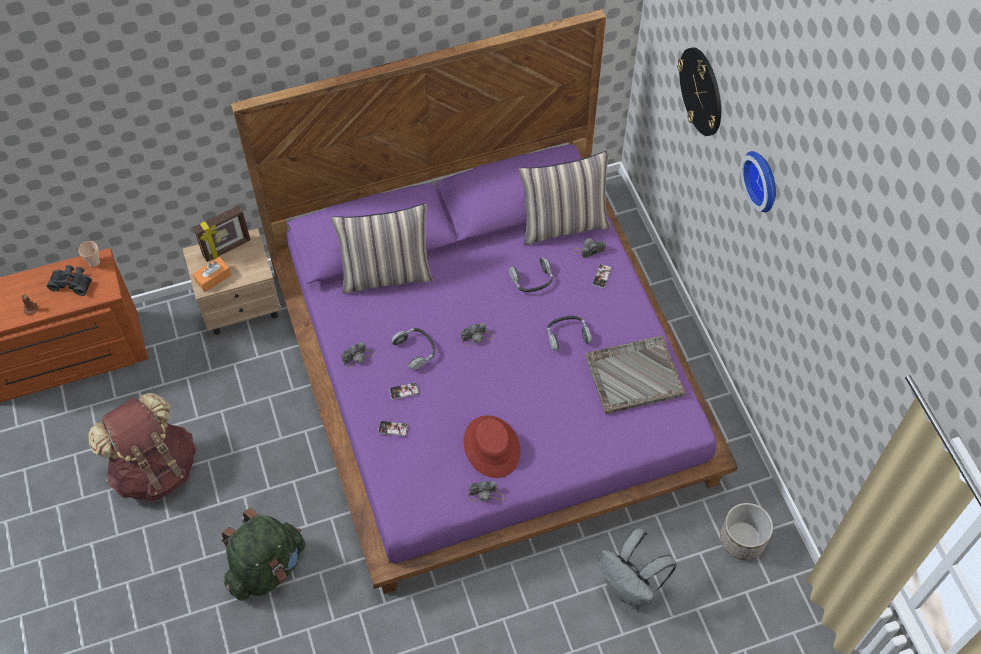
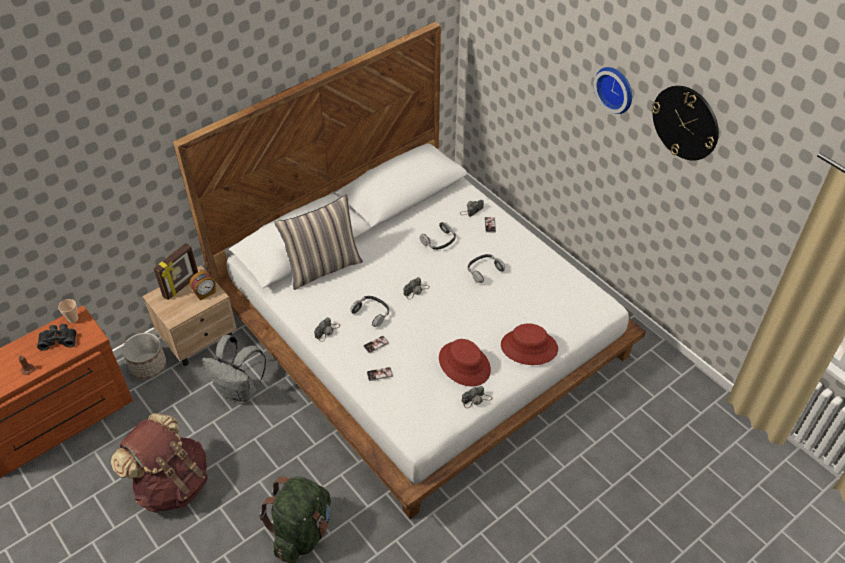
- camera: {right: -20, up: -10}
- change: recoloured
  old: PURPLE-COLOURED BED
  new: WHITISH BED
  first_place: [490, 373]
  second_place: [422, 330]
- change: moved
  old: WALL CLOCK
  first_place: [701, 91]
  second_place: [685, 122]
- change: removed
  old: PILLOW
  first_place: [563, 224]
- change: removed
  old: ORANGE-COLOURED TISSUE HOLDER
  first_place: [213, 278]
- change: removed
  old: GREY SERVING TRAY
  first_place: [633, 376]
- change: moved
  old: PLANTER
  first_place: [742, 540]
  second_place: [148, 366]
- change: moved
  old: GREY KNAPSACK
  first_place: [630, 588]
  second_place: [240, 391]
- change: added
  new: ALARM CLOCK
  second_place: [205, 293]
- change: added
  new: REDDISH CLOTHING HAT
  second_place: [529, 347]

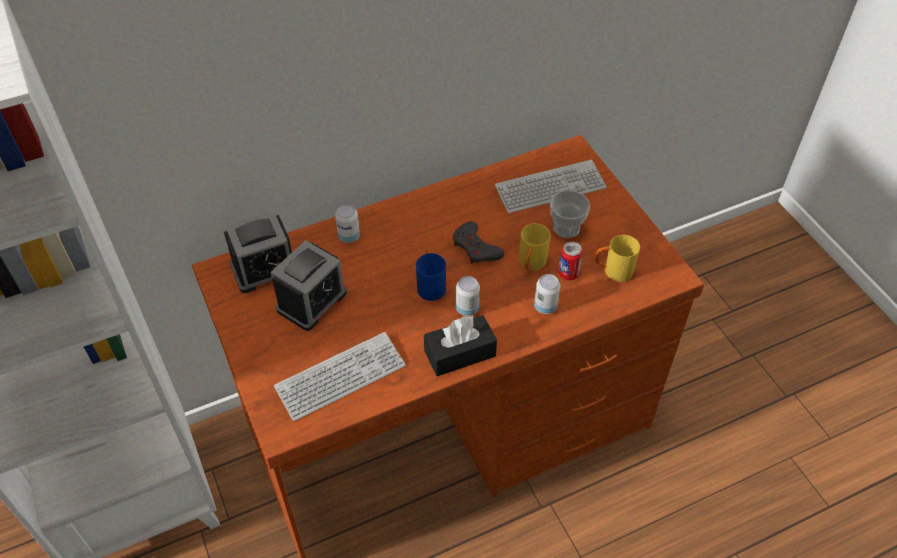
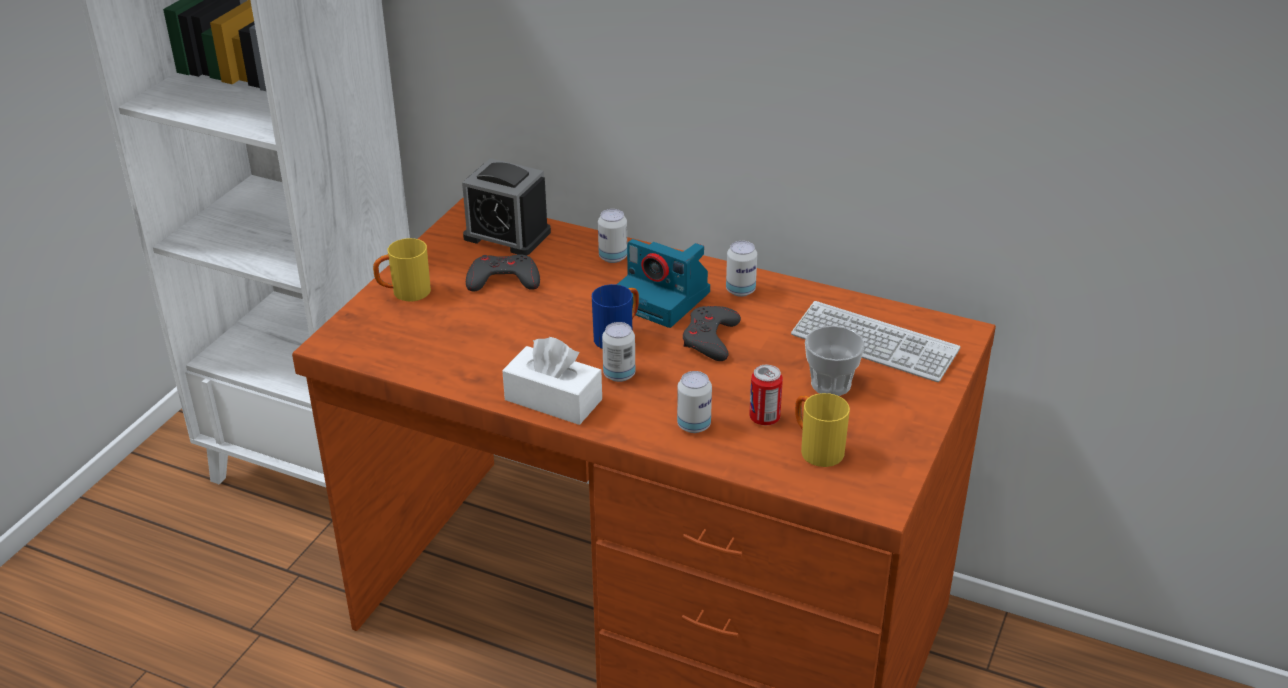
- camera: {right: 50, up: -15}
- change: moved
  old: YELLOWISH MUG
  first_place: [531, 264]
  second_place: [404, 293]
- change: replaced
  old: ALARM CLOCK
  new: GREY GAMEPAD
  first_place: [312, 301]
  second_place: [503, 280]
- change: recoloured
  old: BLACK-COLOURED TISSUE HOLDER
  new: WHITISH TISSUE HOLDER
  first_place: [460, 353]
  second_place: [553, 400]
- change: removed
  old: KEYBOARD
  first_place: [340, 377]
- change: added
  new: PHOTO CAMERA
  second_place: [664, 299]
- change: added
  new: CAN
  second_place: [740, 290]

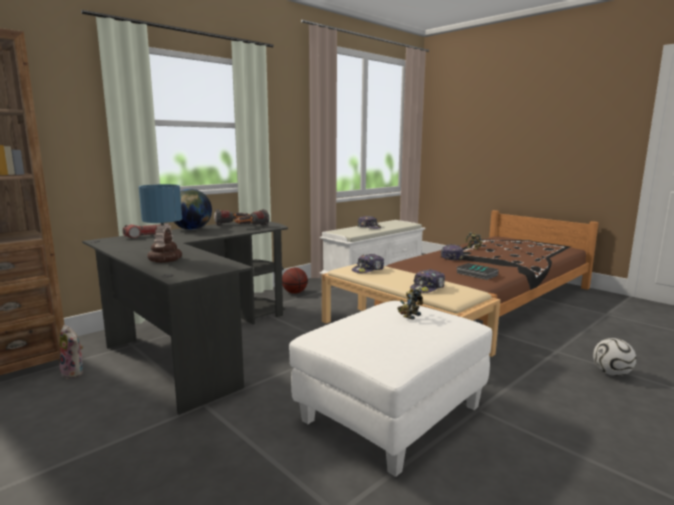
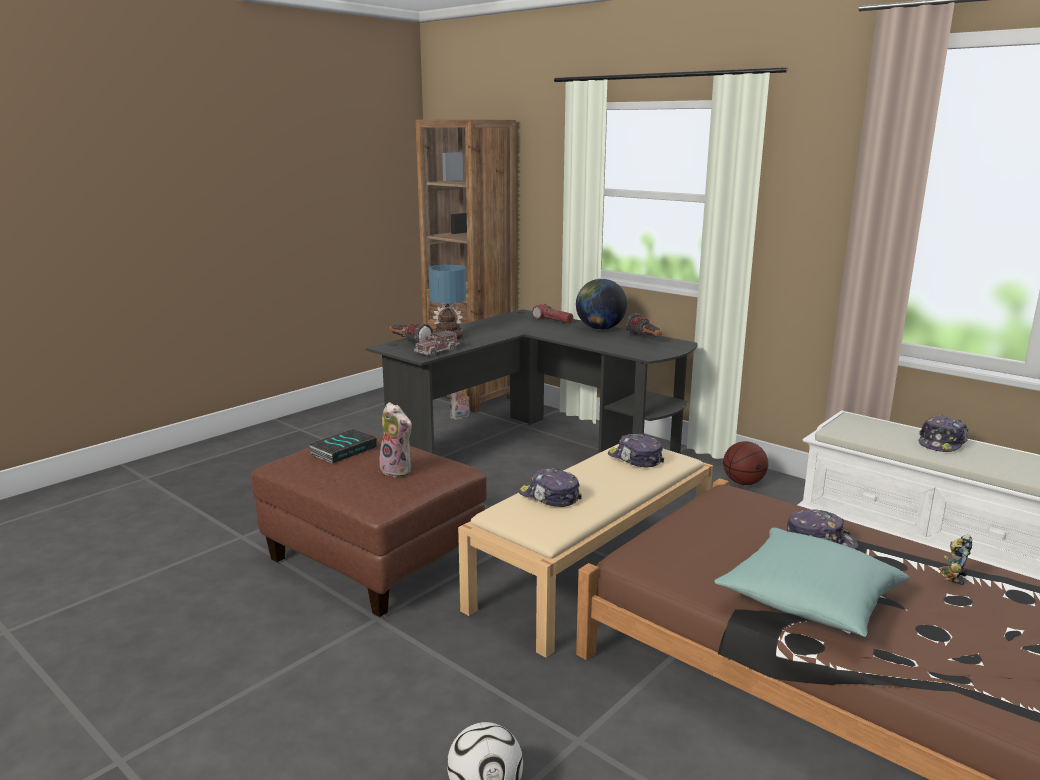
- camera: {right: 85, up: 5}
- change: moved
  old: TORCH
  first_place: [251, 227]
  second_place: [409, 343]
- change: moved
  old: BOUND BOOK
  first_place: [476, 274]
  second_place: [343, 450]
- change: replaced
  old: TOY ROBOT
  new: CUDDLY TOY
  first_place: [410, 315]
  second_place: [398, 470]
- change: recoloured
  old: WHITISH FOOTREST
  new: BROWN FOOTREST
  first_place: [392, 415]
  second_place: [372, 560]
- change: added
  new: TOY TRUCK
  second_place: [437, 351]
- change: added
  new: TURQUOISE-COLOURED PILLOW
  second_place: [809, 601]

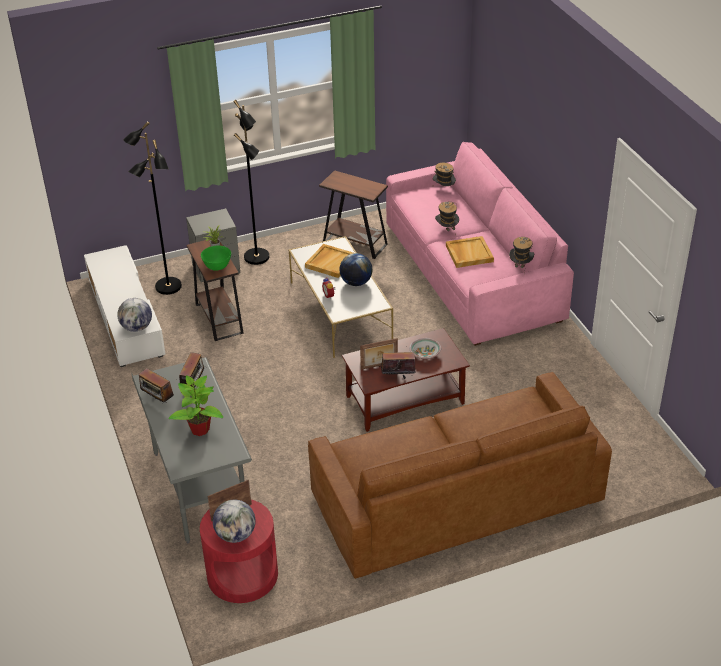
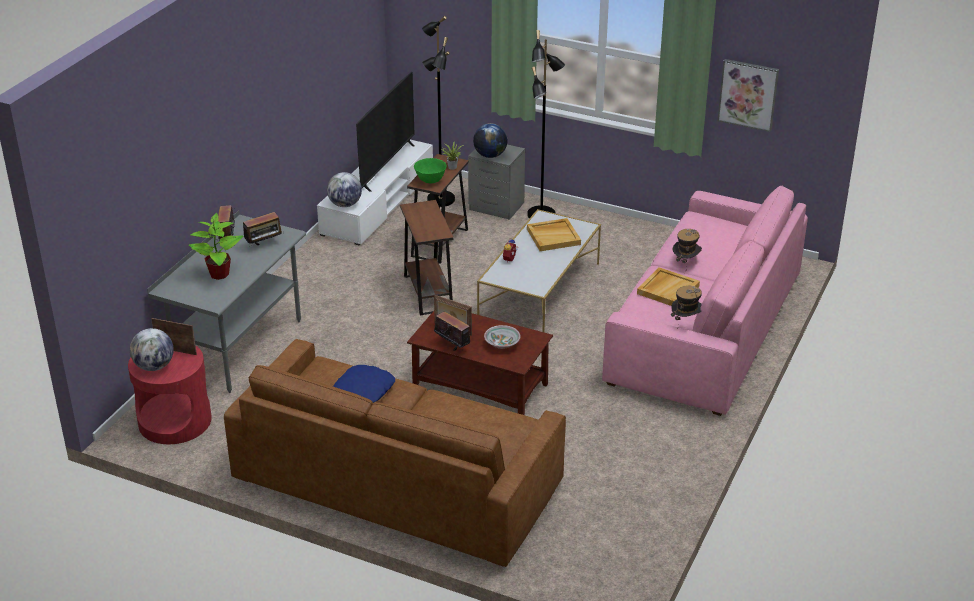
- camera: {right: 45, up: -5}
- change: removed
  old: CLOTHING HAT
  first_place: [443, 190]
- change: moved
  old: BROWN ACCENT TABLE
  first_place: [355, 244]
  second_place: [428, 293]
- change: moved
  old: GLOBE
  first_place: [356, 282]
  second_place: [490, 155]
- change: added
  new: WALL PICTURE
  second_place: [748, 94]
- change: added
  new: TV SET
  second_place: [387, 166]
- change: added
  new: BLUE PILLOW
  second_place: [363, 390]

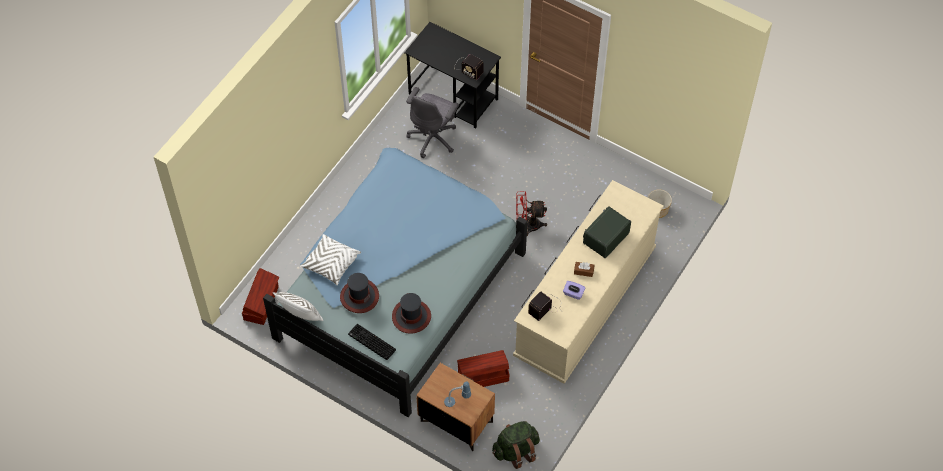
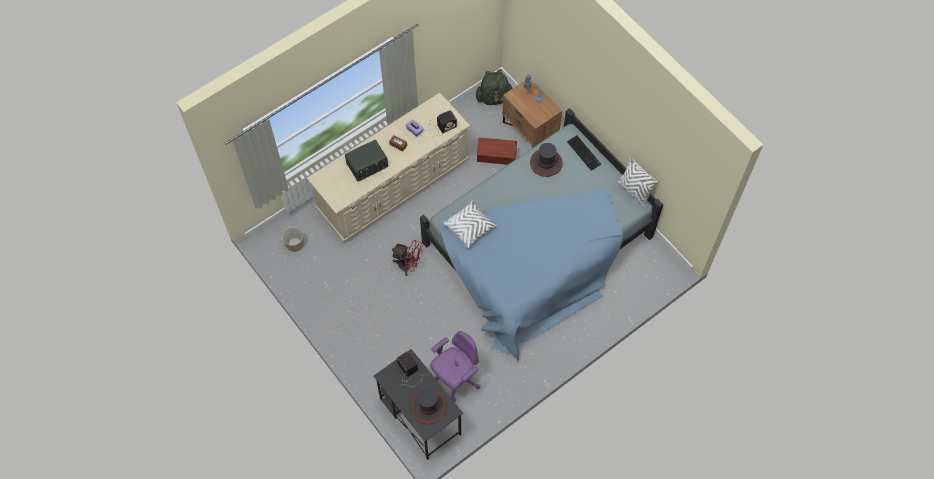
- camera: {right: -160, up: 5}
- change: recoloured
  old: GREY COMPUTER CHAIR
  new: PURPLE-COLOURED COMPUTER CHAIR
  first_place: [433, 138]
  second_place: [456, 378]
- change: moved
  old: WHITISH PILLOW
  first_place: [331, 264]
  second_place: [469, 227]
- change: removed
  old: BROWN STORAGE BOX
  first_place: [262, 303]
- change: moved
  old: CLOTHING HAT
  first_place: [359, 296]
  second_place: [428, 407]

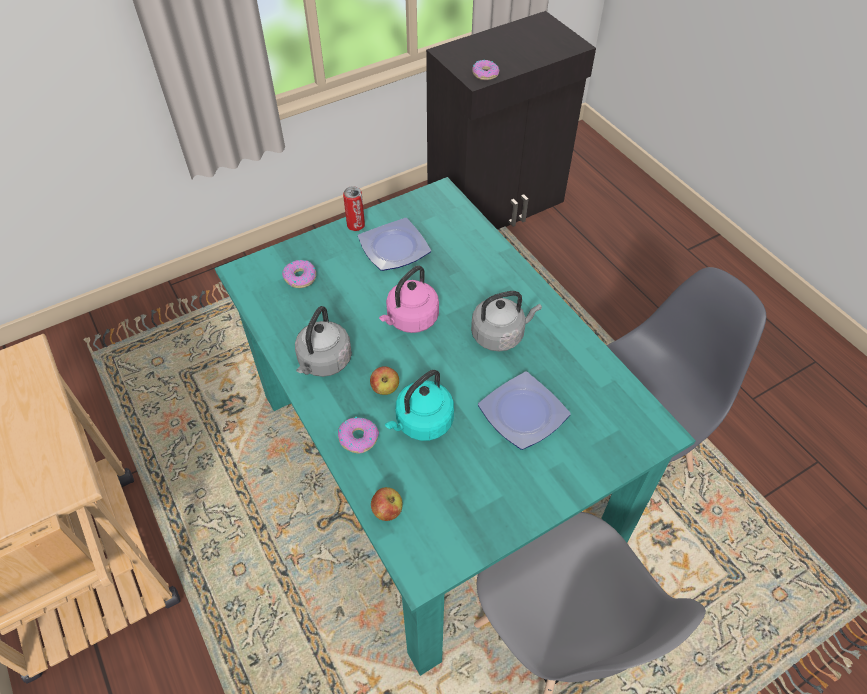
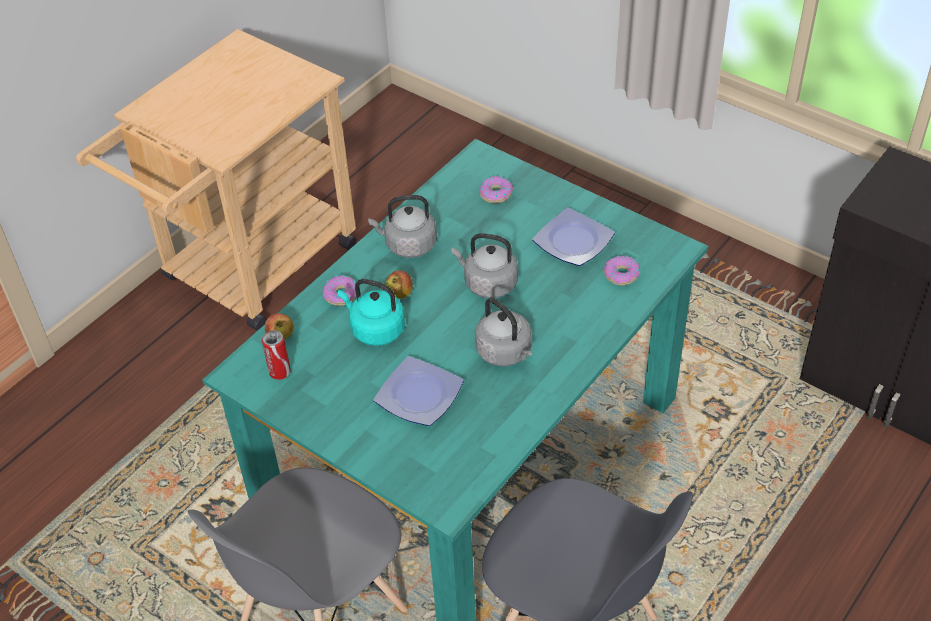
- camera: {right: 70, up: -5}
- change: moved
  old: DONUT
  first_place: [485, 74]
  second_place: [621, 274]
- change: moved
  old: CAN
  first_place: [356, 225]
  second_place: [280, 372]
- change: recoloured
  old: PINK-COLOURED TEA KETTLE
  new: GREY TEA KETTLE
  first_place: [410, 320]
  second_place: [488, 283]

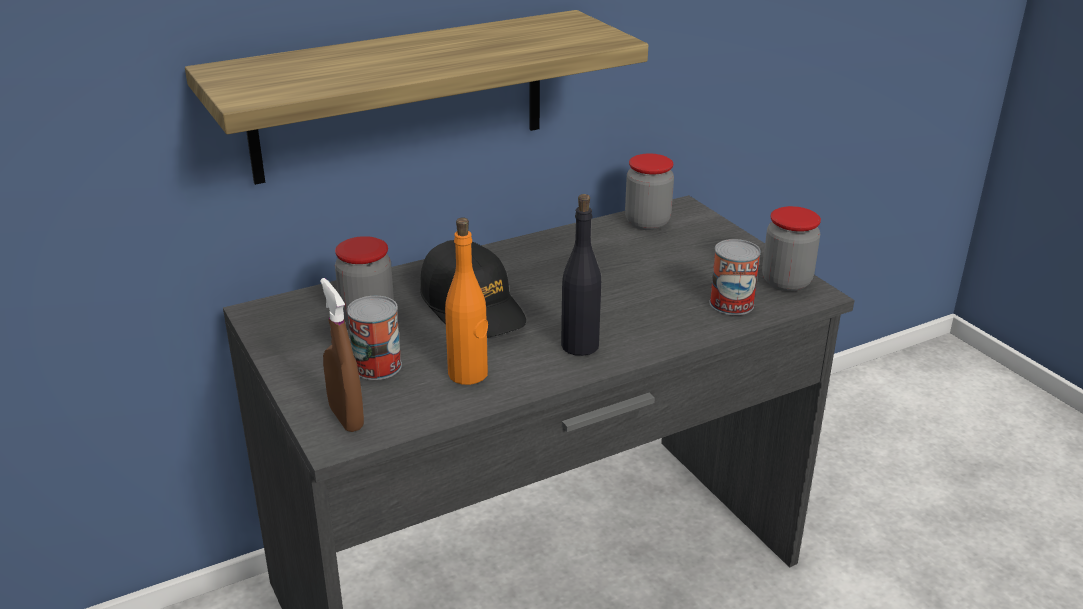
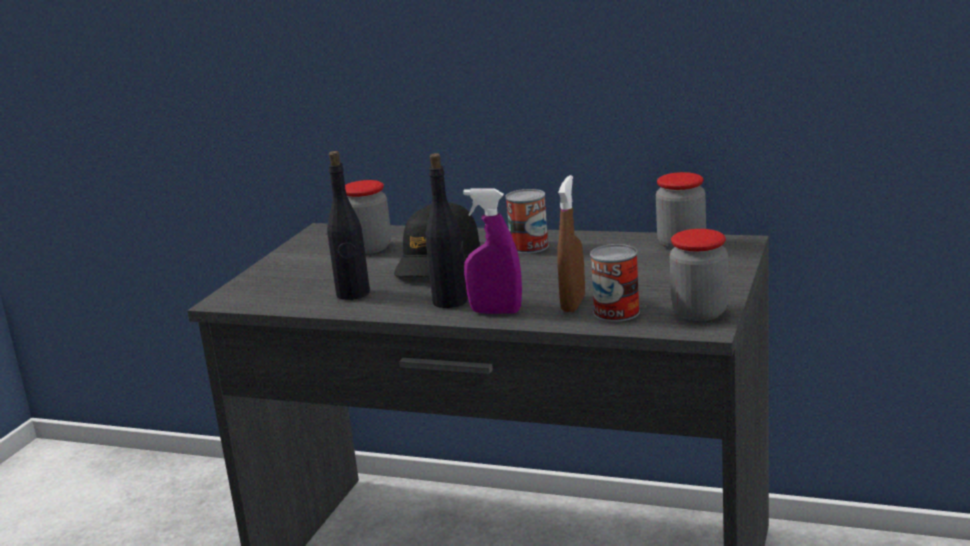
- camera: {right: 50, up: -10}
- change: removed
  old: WALL SHELF
  first_place: [400, 96]
- change: recoloured
  old: ORANGE-COLOURED BOTTLE
  new: BLACK-COLOURED BOTTLE
  first_place: [468, 374]
  second_place: [353, 294]
- change: moved
  old: BROWN HAND SPRAYER
  first_place: [346, 418]
  second_place: [573, 304]
- change: moved
  old: CAN
  first_place: [377, 366]
  second_place: [529, 247]
- change: added
  new: PURPLE-COLOURED HAND SPRAYER
  second_place: [496, 312]

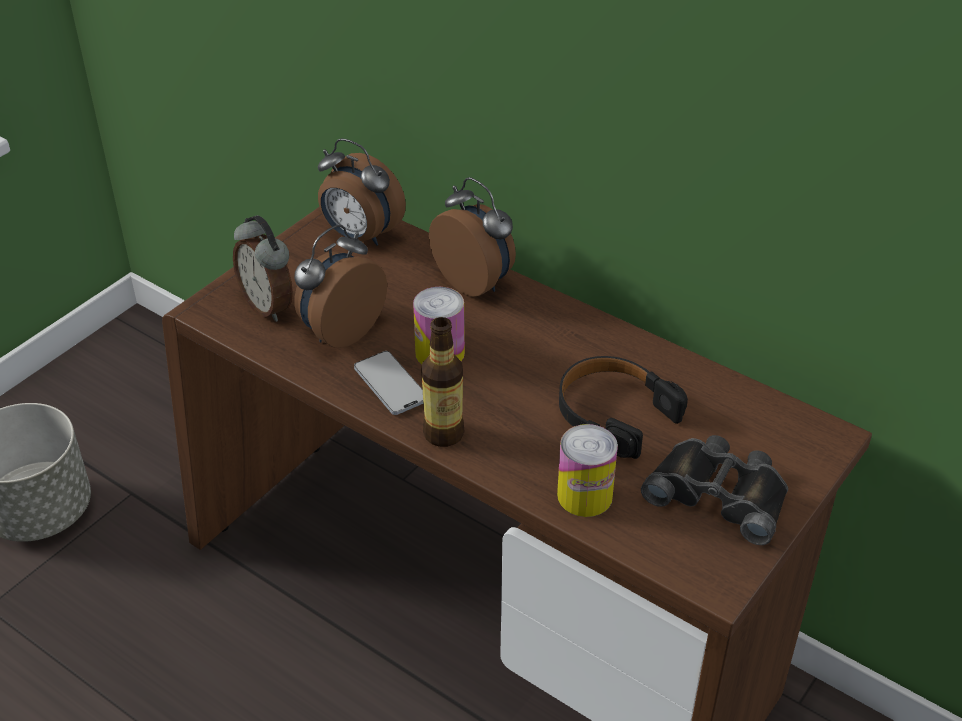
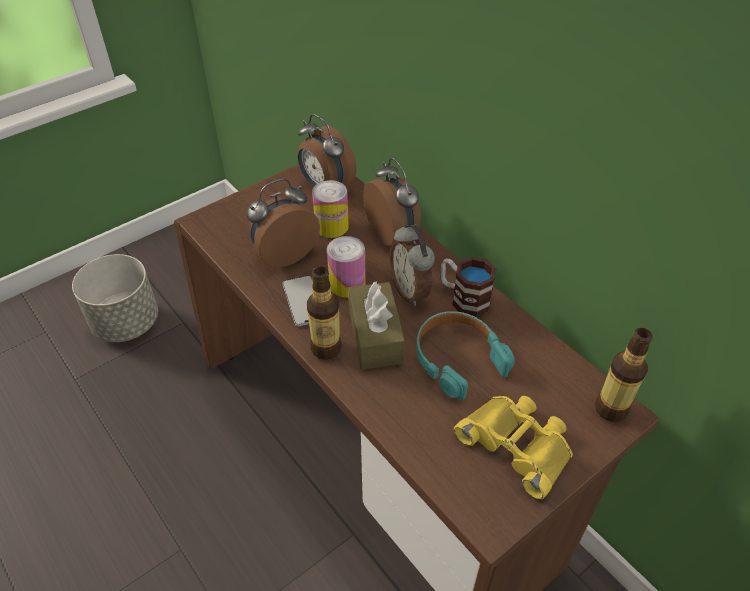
- camera: {right: 15, up: 5}
- change: moved
  old: ALARM CLOCK
  first_place: [269, 306]
  second_place: [411, 291]
- change: recoloured
  old: BLACK-COLOURED HEADPHONES
  new: TURQUOISE-COLOURED HEADPHONES
  first_place: [614, 414]
  second_place: [458, 358]
- change: moved
  old: CAN
  first_place: [584, 496]
  second_place: [331, 226]
- change: recoloured
  old: BLACK-COLOURED PAIR OF BINOCULARS
  new: YELLOWISH PAIR OF BINOCULARS
  first_place: [719, 493]
  second_place: [517, 444]
- change: added
  new: MUG
  second_place: [463, 298]
- change: added
  new: BROWN TISSUE HOLDER
  second_place: [375, 336]
- change: added
  new: BOTTLE
  second_place: [611, 409]

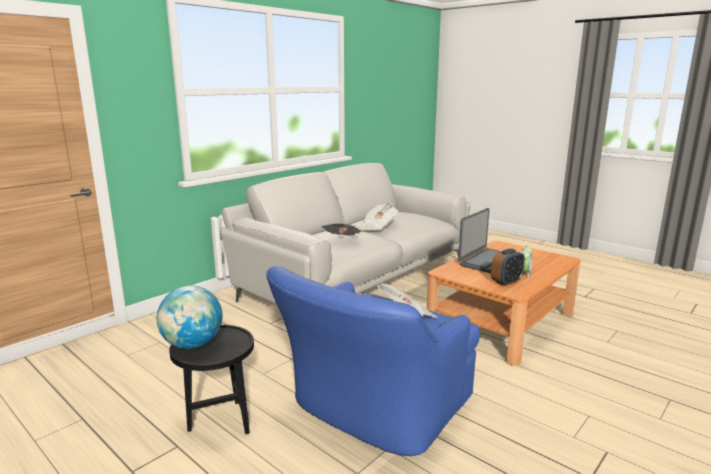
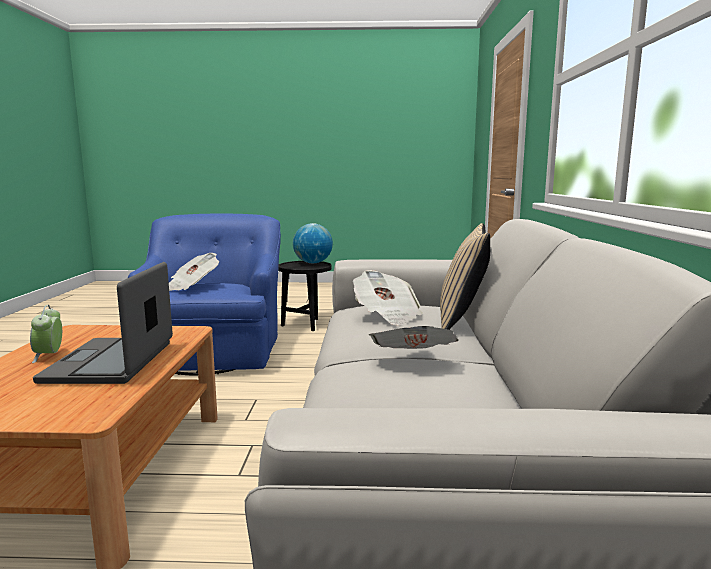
- camera: {right: 140, up: -5}
- change: removed
  old: ALARM CLOCK
  first_place: [506, 282]
- change: added
  new: BEIGE-COLOURED PILLOW
  second_place: [462, 320]

